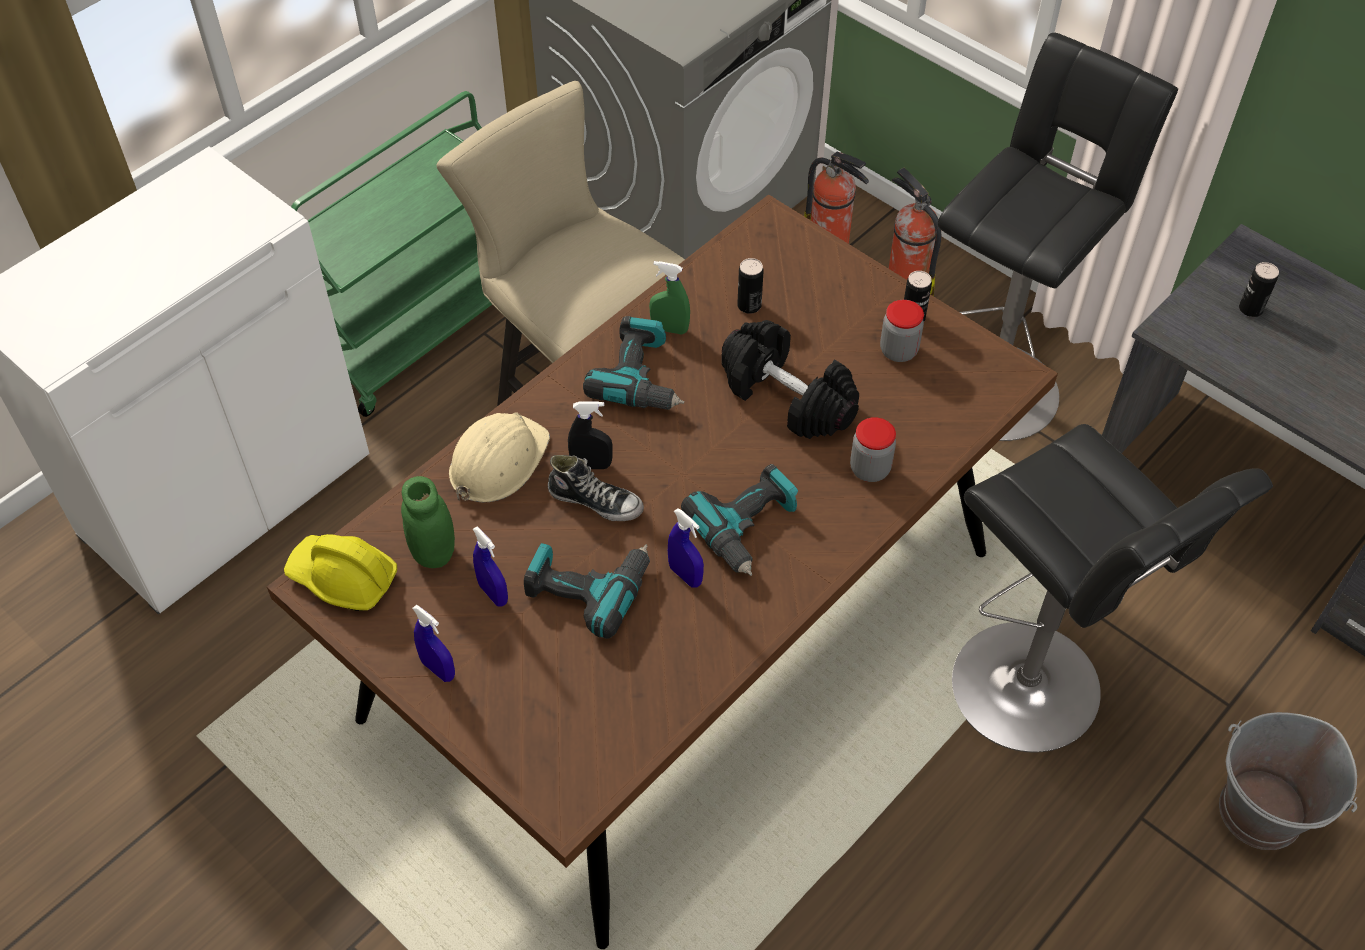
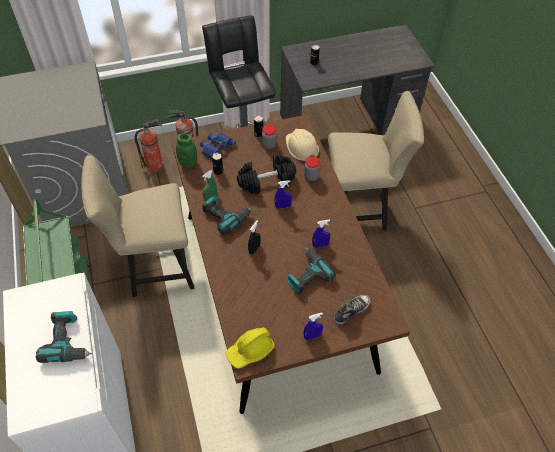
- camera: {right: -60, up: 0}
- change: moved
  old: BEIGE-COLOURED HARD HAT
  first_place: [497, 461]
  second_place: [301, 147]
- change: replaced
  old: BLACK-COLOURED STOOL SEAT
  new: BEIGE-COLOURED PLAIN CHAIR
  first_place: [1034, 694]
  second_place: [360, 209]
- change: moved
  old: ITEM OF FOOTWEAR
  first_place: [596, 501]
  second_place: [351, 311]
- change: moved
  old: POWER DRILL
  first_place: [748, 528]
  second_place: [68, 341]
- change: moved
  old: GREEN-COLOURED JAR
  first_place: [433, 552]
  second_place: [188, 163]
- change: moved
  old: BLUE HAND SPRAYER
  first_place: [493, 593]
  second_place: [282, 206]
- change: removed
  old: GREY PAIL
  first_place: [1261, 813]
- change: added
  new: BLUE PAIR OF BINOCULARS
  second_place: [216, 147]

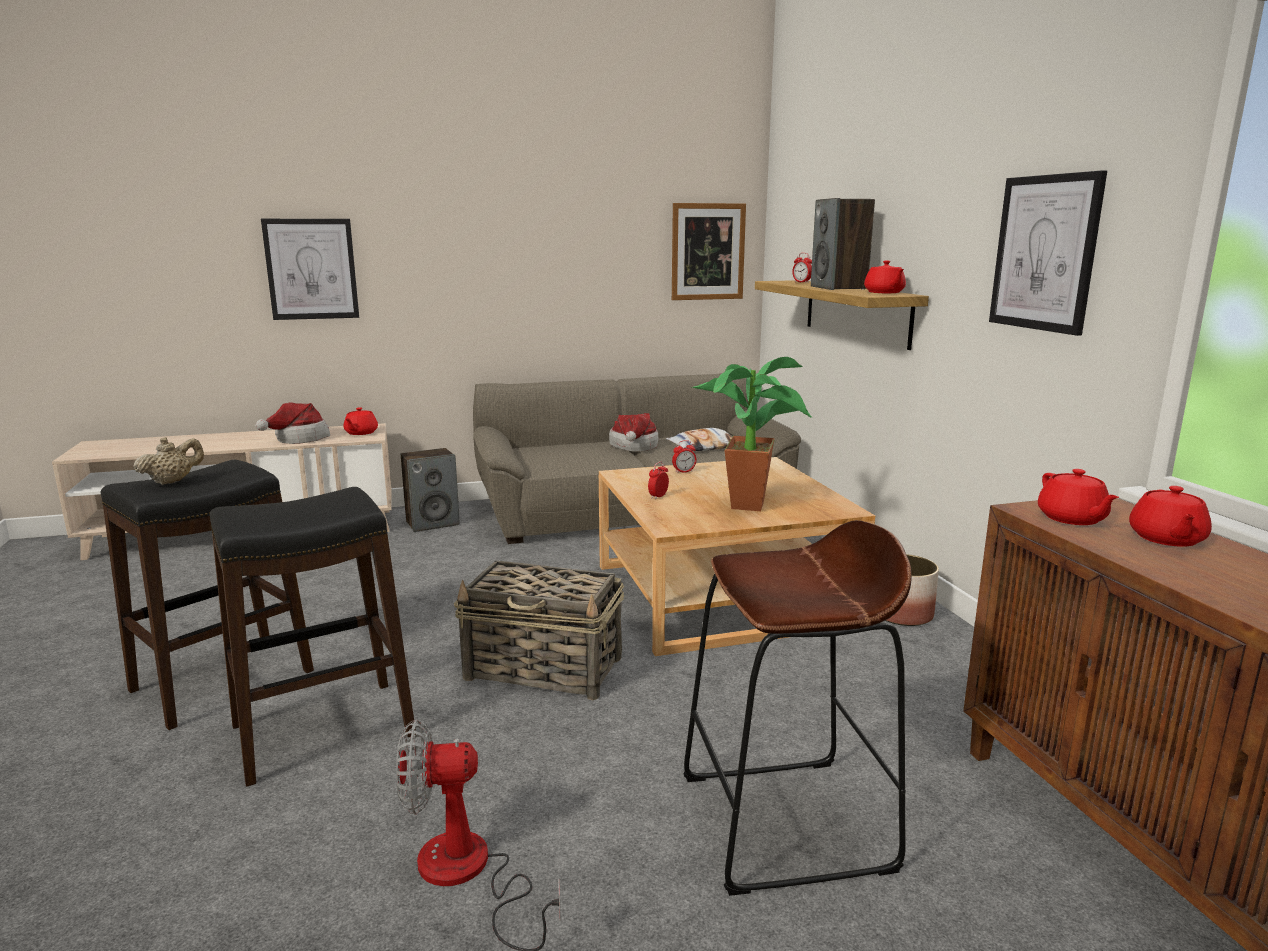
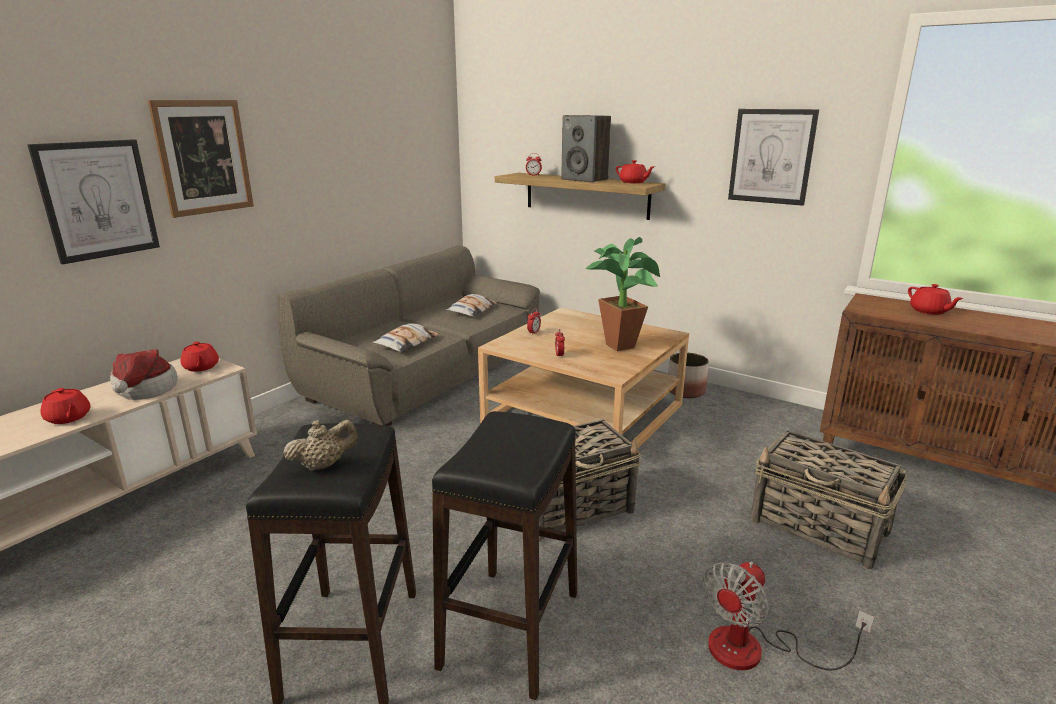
- camera: {right: -40, up: 5}
- change: moved
  old: WALL PICTURE
  first_place: [708, 252]
  second_place: [203, 157]
- change: removed
  old: CLOTHING HAT
  first_place: [633, 447]
- change: turned
  old: BEIGE-COLOURED TEA POT
  first_place: [173, 481]
  second_place: [324, 465]
  degrees: 60
- change: removed
  old: LOUDSPEAKER
  first_place: [433, 523]
- change: moved
  old: REDDISH TEA POT
  first_place: [1072, 519]
  second_place: [68, 418]
- change: replaced
  old: BROWN STOOL SEAT
  new: HOUSEHOLD BASKET
  first_place: [786, 822]
  second_place: [820, 527]
- change: added
  new: PILLOW
  second_place: [407, 343]

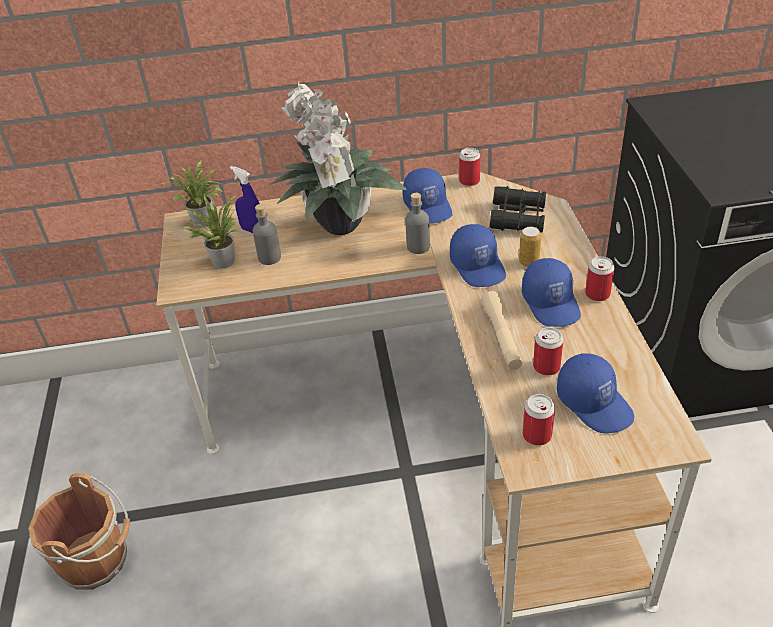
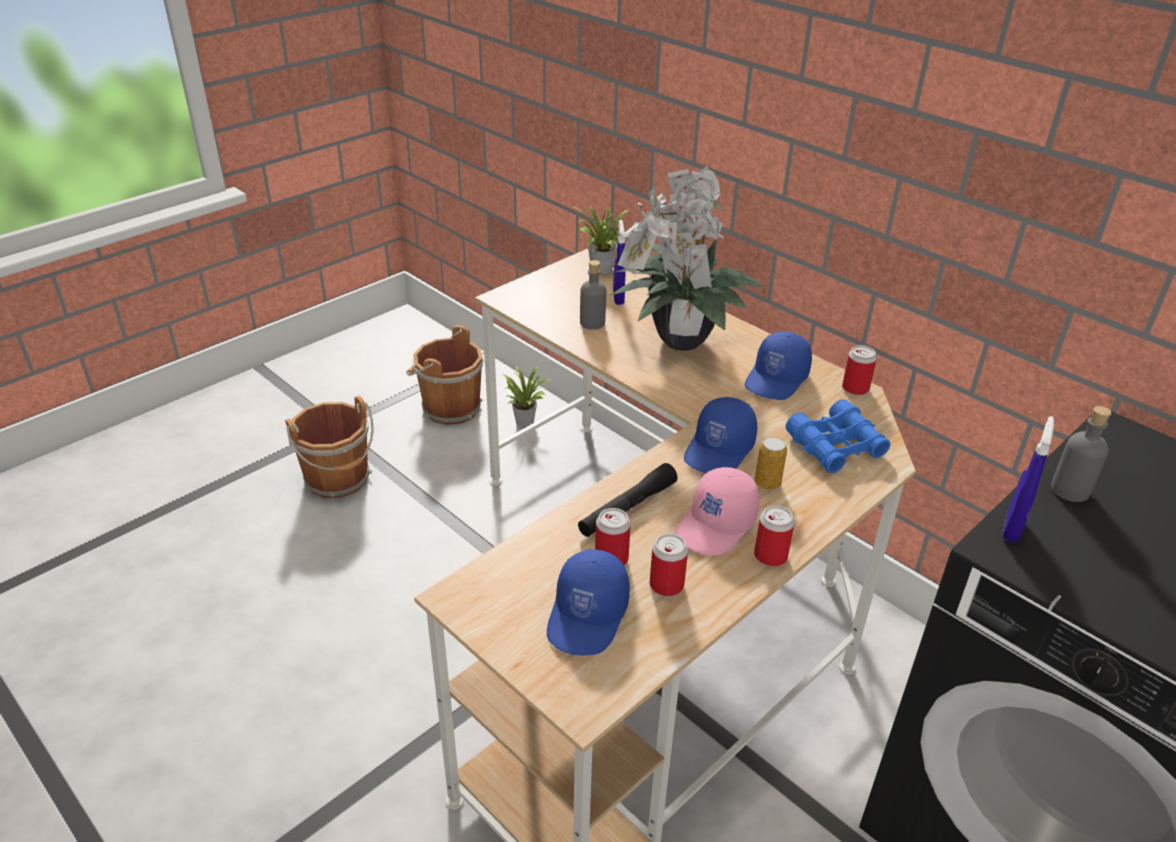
- camera: {right: 50, up: -5}
- change: recoloured
  old: BLACK-COLOURED PAIR OF BINOCULARS
  new: BLUE PAIR OF BINOCULARS
  first_place: [518, 217]
  second_place: [835, 446]
- change: moved
  old: GREY BOTTLE
  first_place: [418, 247]
  second_place: [1070, 490]
- change: moved
  old: PLANT IN A POT
  first_place: [221, 260]
  second_place: [524, 419]
- change: recoloured
  old: BLUE CAP
  new: PINK-COLOURED CAP
  first_place: [552, 303]
  second_place: [717, 525]
- change: recoloured
  old: BEIGE-COLOURED TORCH
  new: BLACK-COLOURED TORCH
  first_place: [501, 336]
  second_place: [627, 508]
- change: moved
  old: CAN
  first_place: [537, 435]
  second_place: [666, 585]
- change: added
  new: BROWN PAIL
  second_place: [448, 408]
- change: added
  new: BLUE HAND SPRAYER
  second_place: [1012, 528]

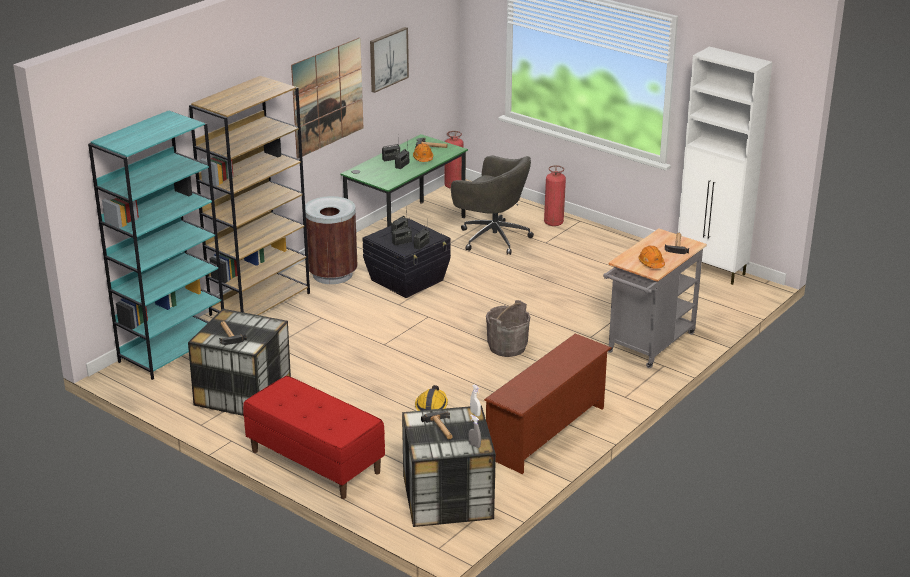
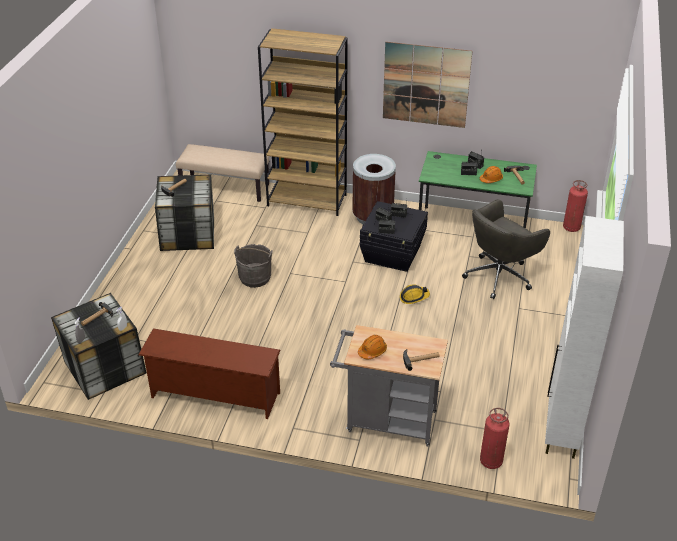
- camera: {right: 65, up: 10}
- change: removed
  old: WALL PICTURE
  first_place: [388, 59]
- change: replaced
  old: TURQUOISE-COLOURED BOOKSHELF
  new: BEIGE-COLOURED BENCH
  first_place: [173, 349]
  second_place: [225, 187]
- change: turned
  old: GREY COMPUTER CHAIR
  first_place: [492, 238]
  second_place: [499, 276]
  degrees: 45
- change: moved
  old: EXTINGUISHER
  first_place: [553, 223]
  second_place: [491, 461]
- change: moved
  old: GREY PAIL
  first_place: [507, 347]
  second_place: [255, 278]
- change: removed
  old: REDDISH BENCH
  first_place: [315, 462]
- change: moved
  old: HARD HAT
  first_place: [431, 405]
  second_place: [413, 297]

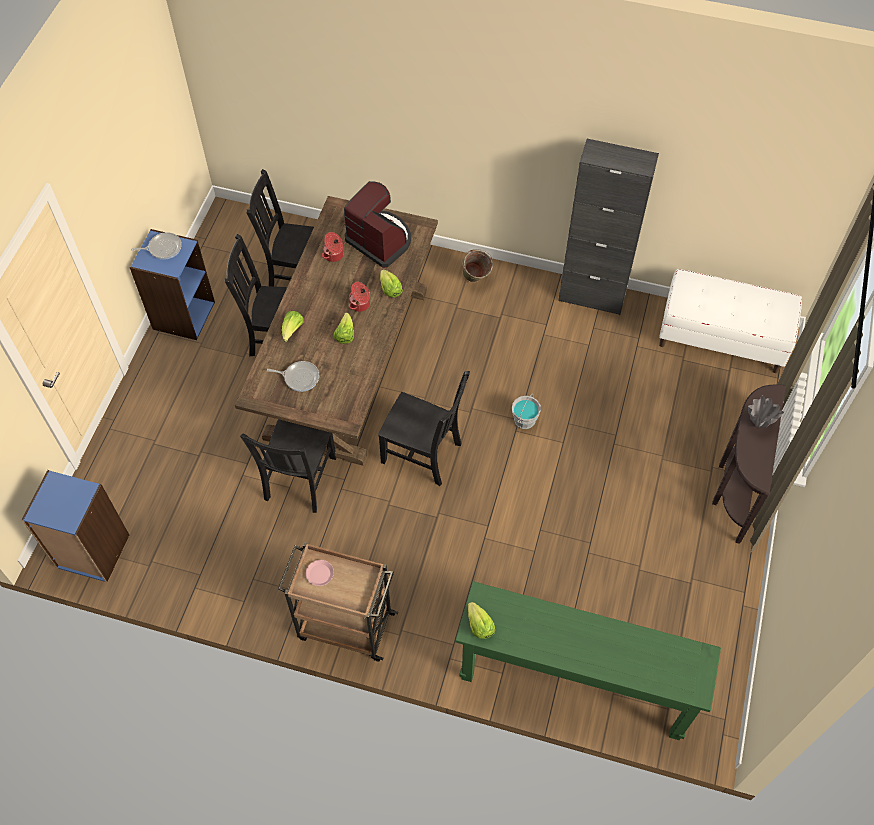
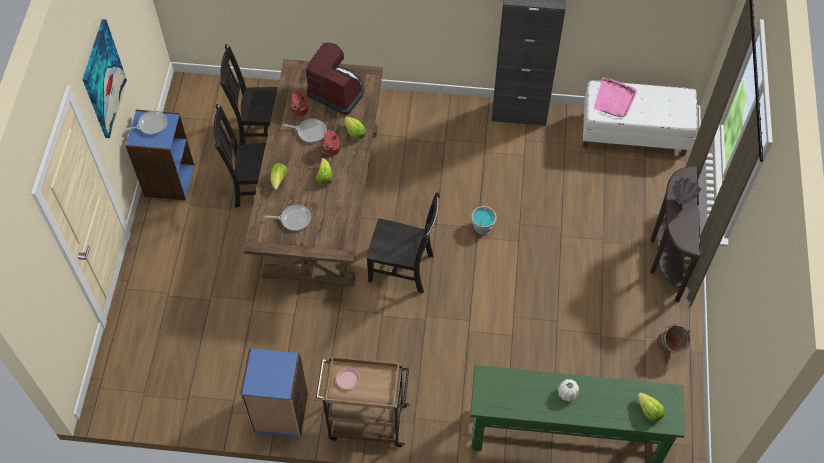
- camera: {right: -10, up: 0}
- change: moved
  old: GREEN-COLOURED PAIL
  first_place: [475, 280]
  second_place: [669, 350]
- change: removed
  old: BLACK-COLOURED PLAIN CHAIR
  first_place: [299, 480]
- change: moved
  old: BLUE BOOKSHELF
  first_place: [92, 552]
  second_place: [280, 414]
- change: moved
  old: LETTUCE HEAD
  first_place: [479, 626]
  second_place: [649, 411]
- change: added
  new: WALL PICTURE
  second_place: [103, 79]
- change: added
  new: PINK-COLOURED SERVING TRAY
  second_place: [614, 99]
- change: added
  new: PAN
  second_place: [310, 131]
- change: added
  new: WHITISH DECORATIVE VASE
  second_place: [567, 393]

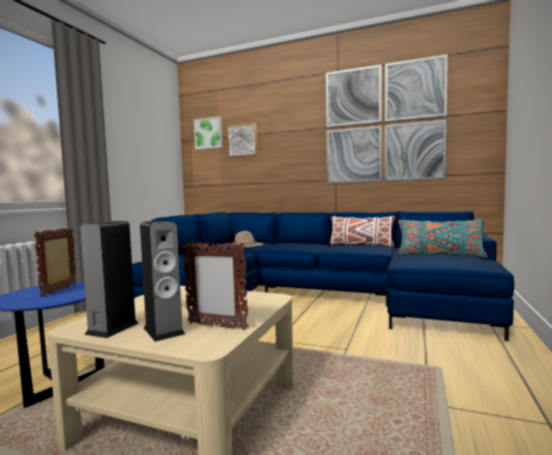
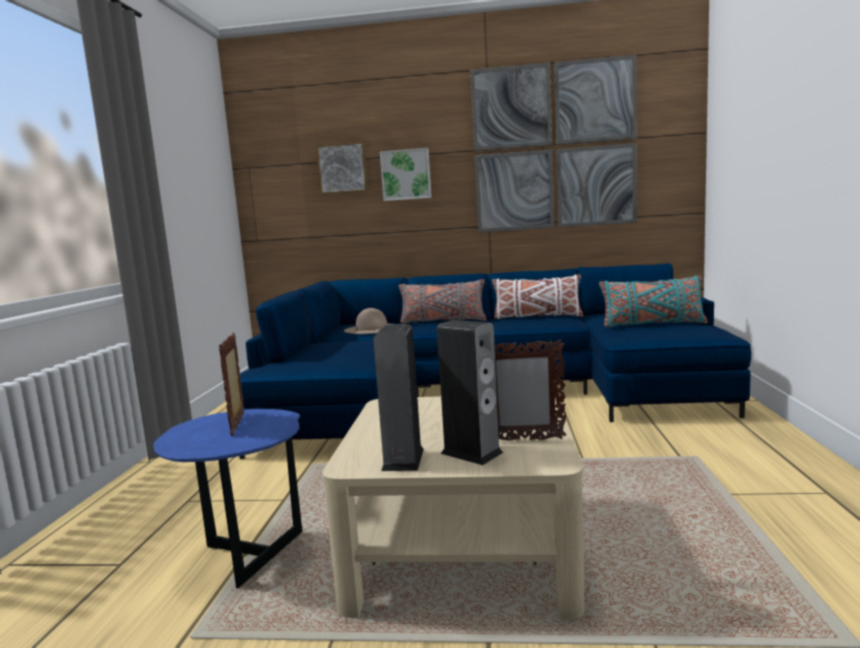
- camera: {right: -15, up: 5}
- change: moved
  old: WALL PICTURE
  first_place: [209, 133]
  second_place: [406, 175]
- change: added
  new: GREY PILLOW
  second_place: [443, 321]

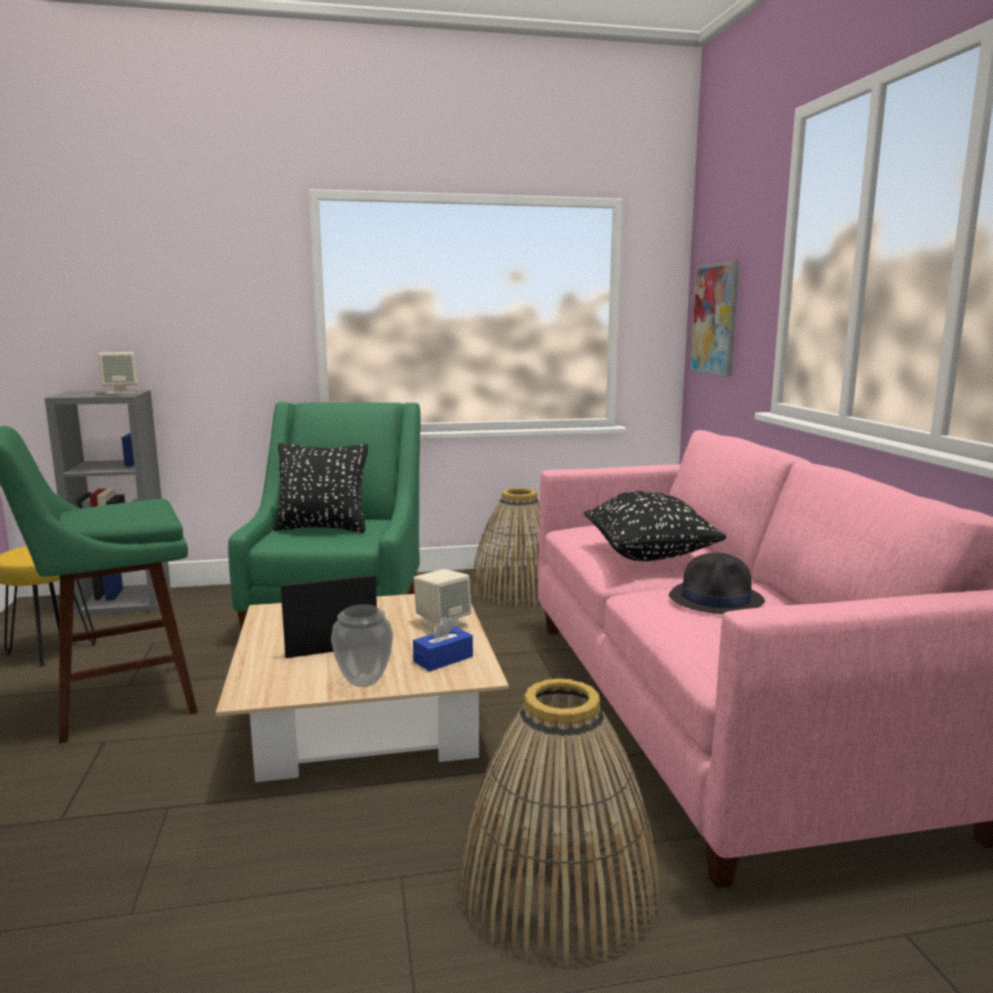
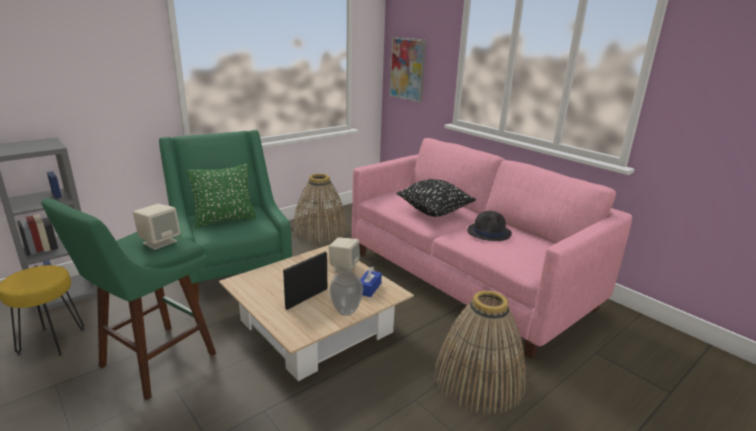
- camera: {right: -30, up: 10}
- change: moved
  old: BEIGE-COLOURED LOUDSPEAKER
  first_place: [121, 393]
  second_place: [160, 242]
- change: recoloured
  old: BLACK-COLOURED PILLOW
  new: GREEN-COLOURED PILLOW
  first_place: [322, 528]
  second_place: [225, 220]

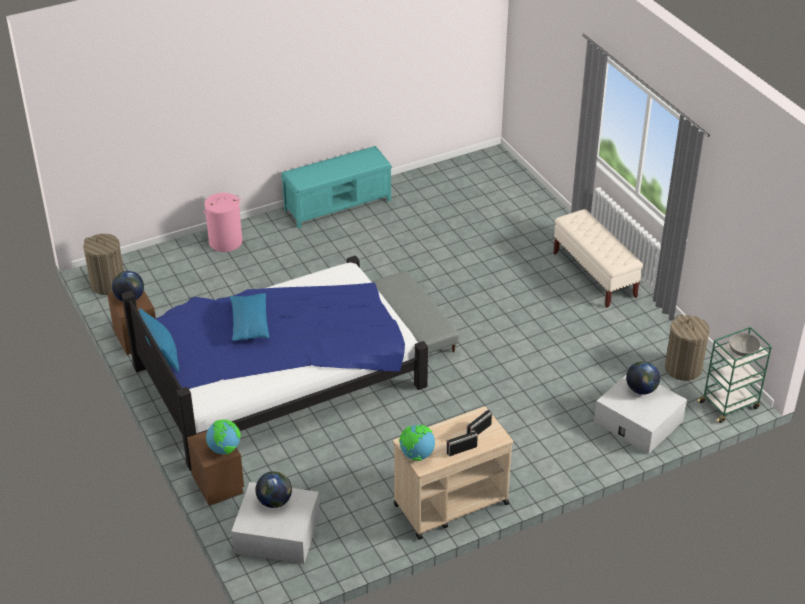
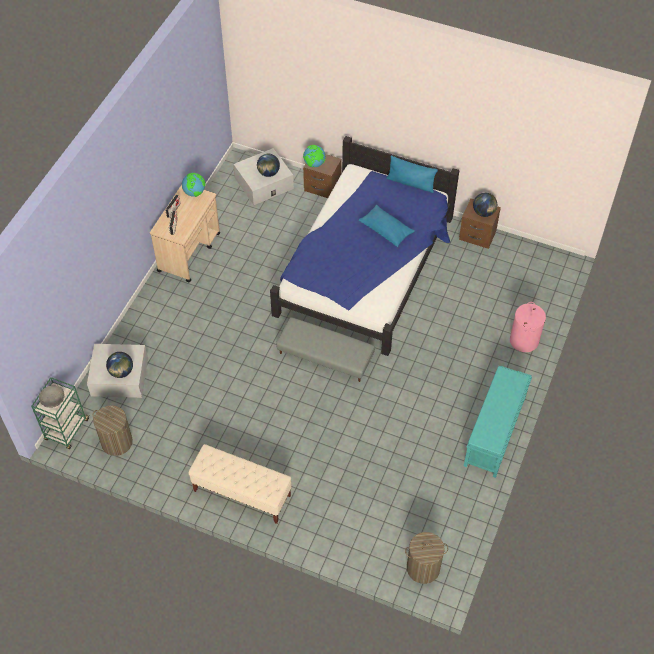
- camera: {right: 140, up: 15}
- change: moved
  old: WASHING BASKET
  first_place: [108, 284]
  second_place: [423, 568]

